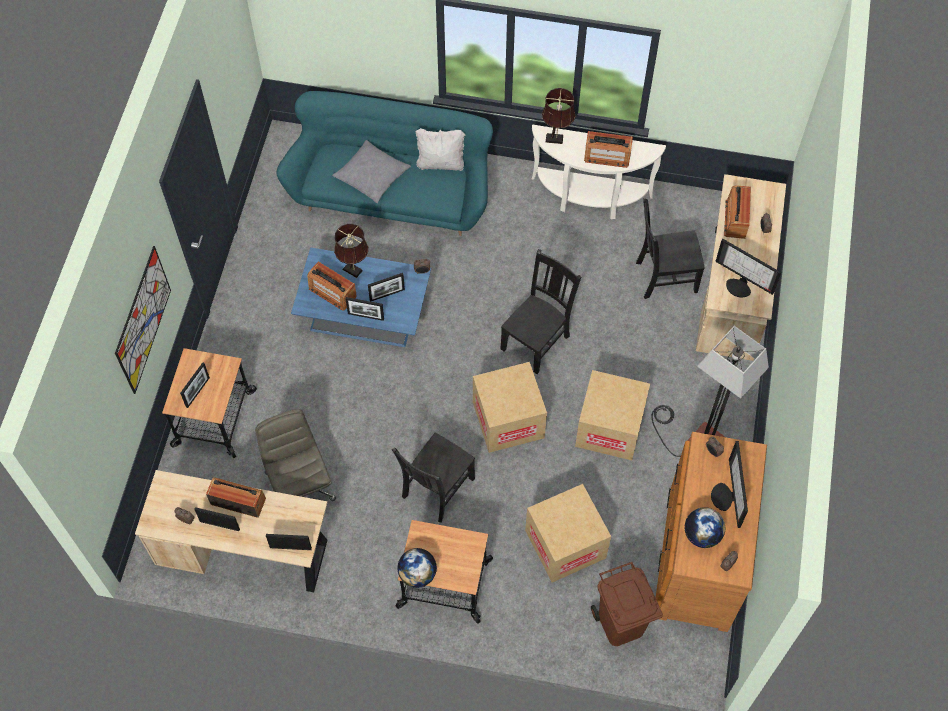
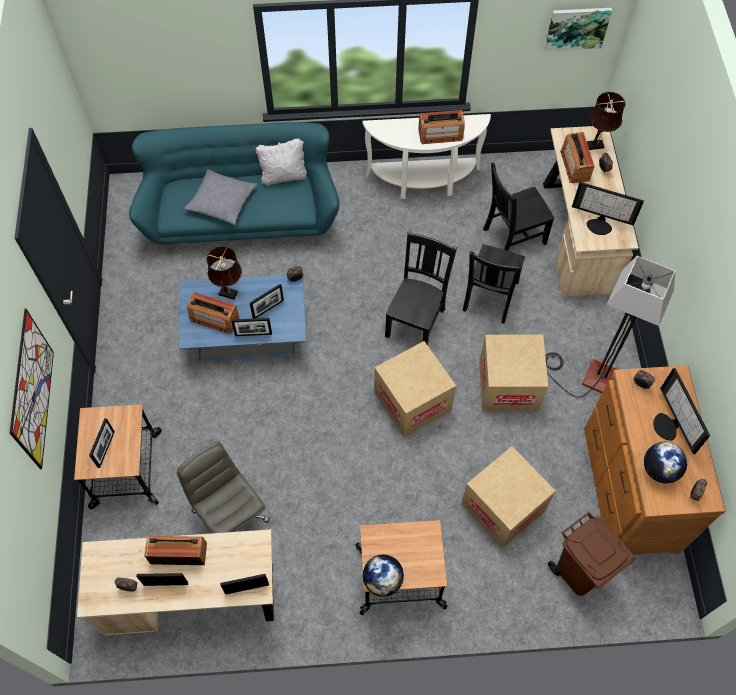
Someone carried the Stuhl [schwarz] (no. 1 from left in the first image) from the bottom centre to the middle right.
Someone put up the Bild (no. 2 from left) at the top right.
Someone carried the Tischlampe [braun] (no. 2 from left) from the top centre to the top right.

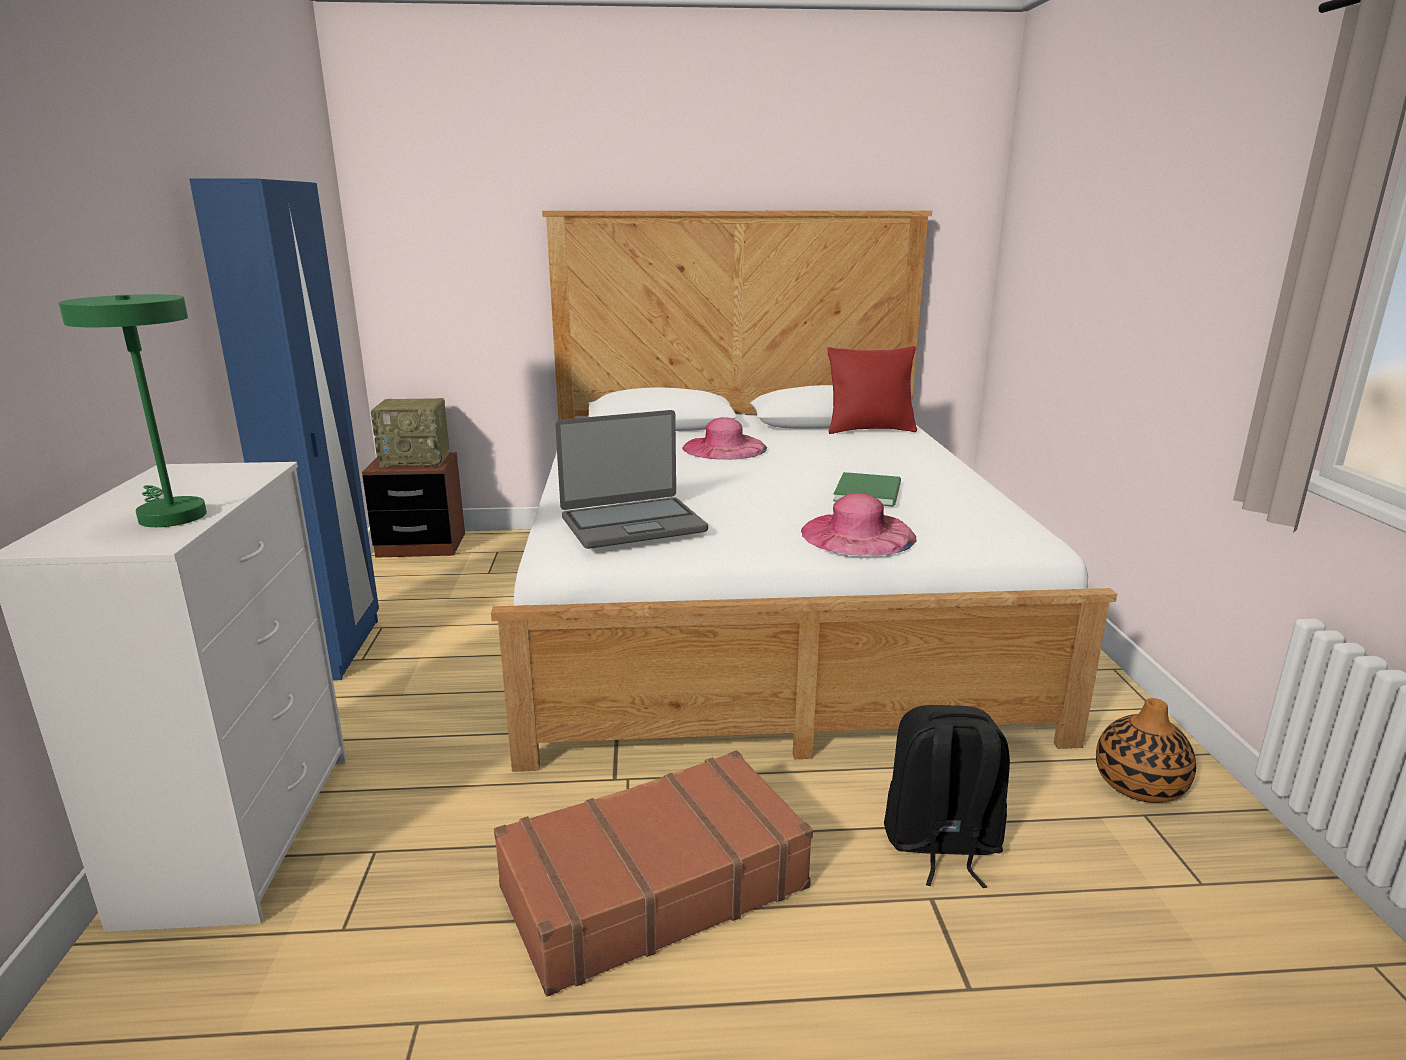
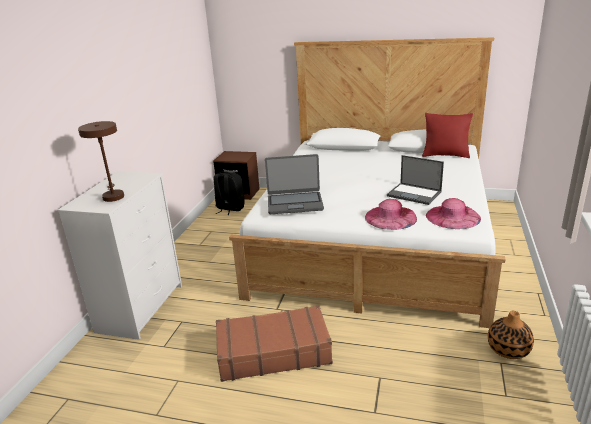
Someone repainted the Tischlampe [grün] at the middle left, which became the Tischlampe [braun] at the middle left.
Someone carried the Rucksack [schwarz] from the bottom right to the centre.
Someone swapped the Buch [grün] at the centre for the Laptop (no. 2 from left) at the middle right.
Someone carried the Hut [rosa] (no. 1 from left in the first image) from the centre to the middle right.
Someone took away the Kleiderschrank [blau] at the middle left.
Someone took away the Radio at the middle left.

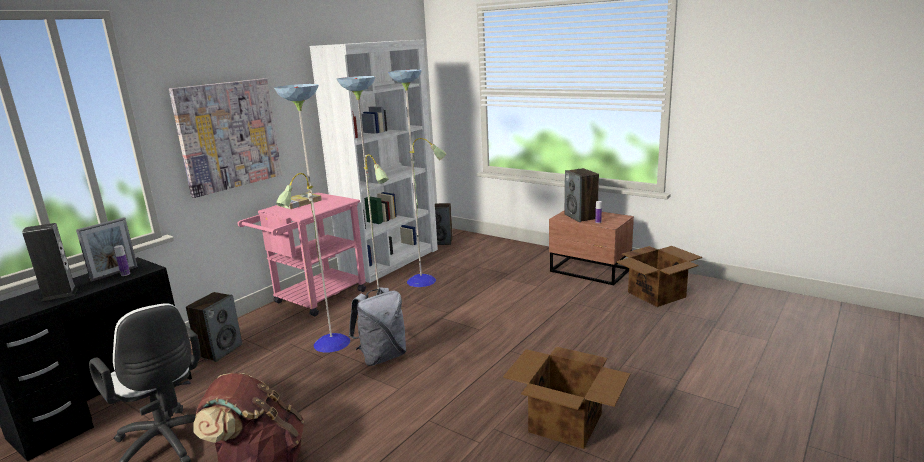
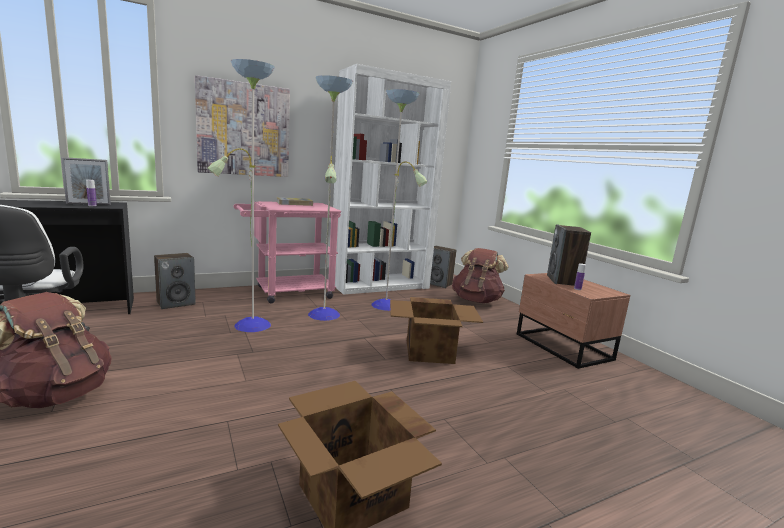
Someone carried the Karton (no. 2 from left) from the middle right to the centre.
Someone put down the Rucksack [braun] (no. 2 from left) at the centre.
Someone took away the Lautsprecher (no. 1 from left) at the middle left.
Someone took away the Rucksack [grau] at the bottom centre.

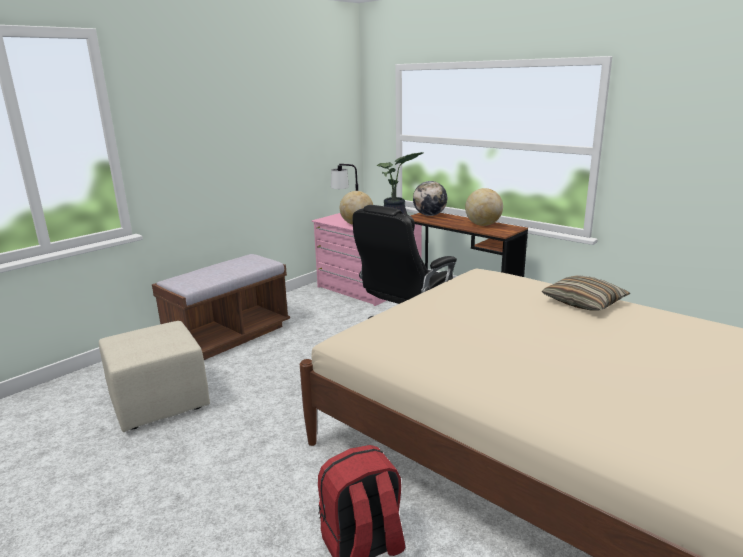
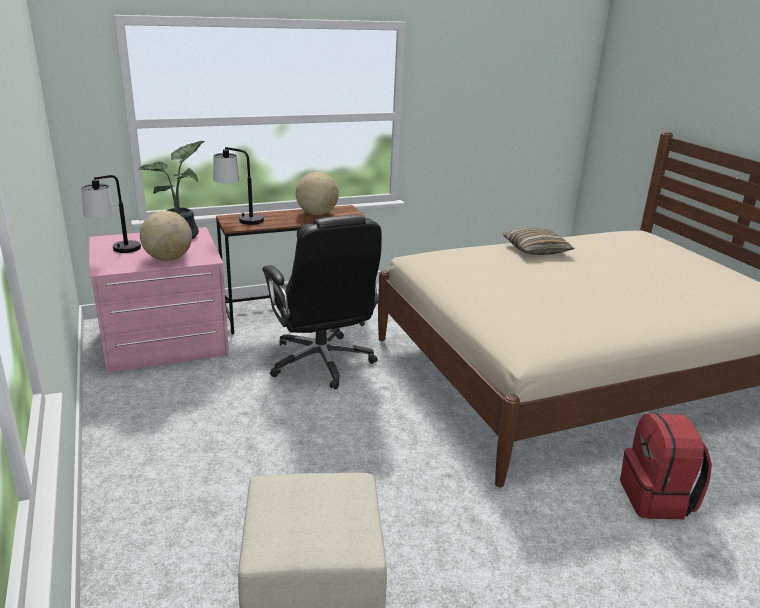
Someone swapped the Globus (no. 2 from left) at the centre for the Tischlampe (no. 2 from left) at the top left.
Someone took away the Bank [braun] at the middle left.

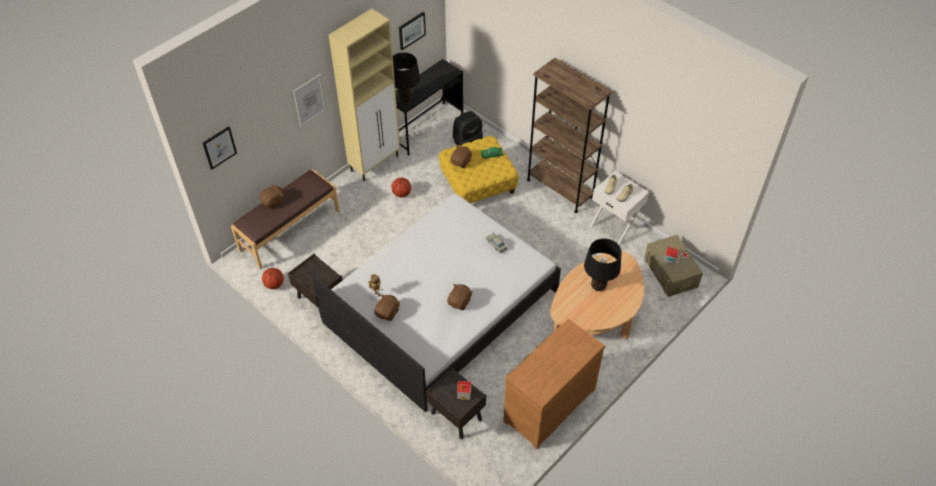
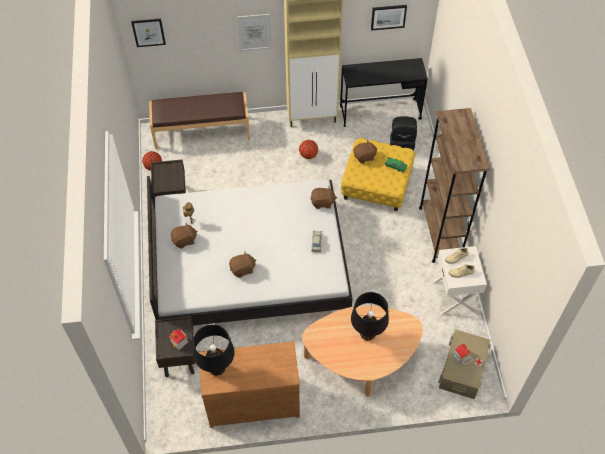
Someone carried the Tischlampe [schwarz] (no. 1 from left) from the top centre to the bottom centre.
Someone carried the Plüschtier [braun] (no. 1 from left in the first image) from the middle left to the centre.

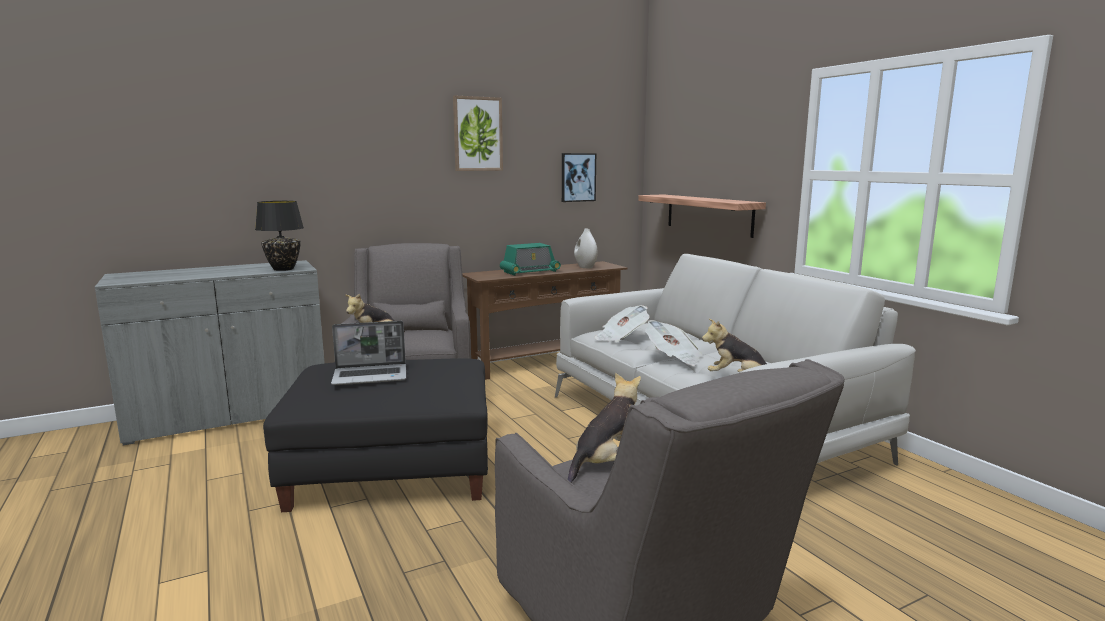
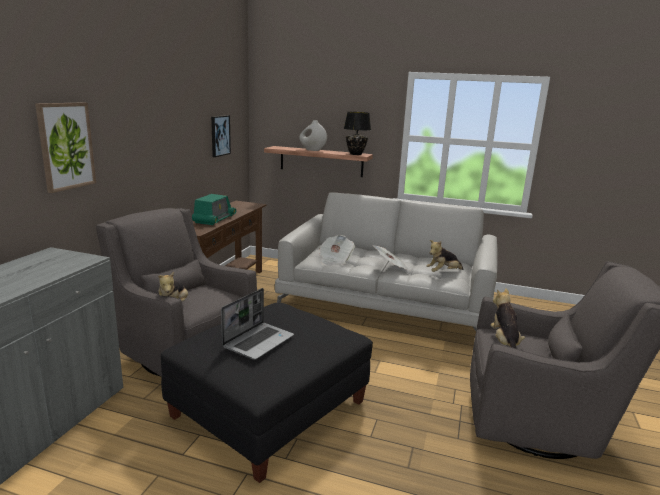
Someone carried the Bild (no. 1 from left) from the top centre to the top left.
Someone carried the Vase [weiß] from the centre to the top centre.
Someone carried the Tischlampe [schwarz] from the middle left to the top centre.

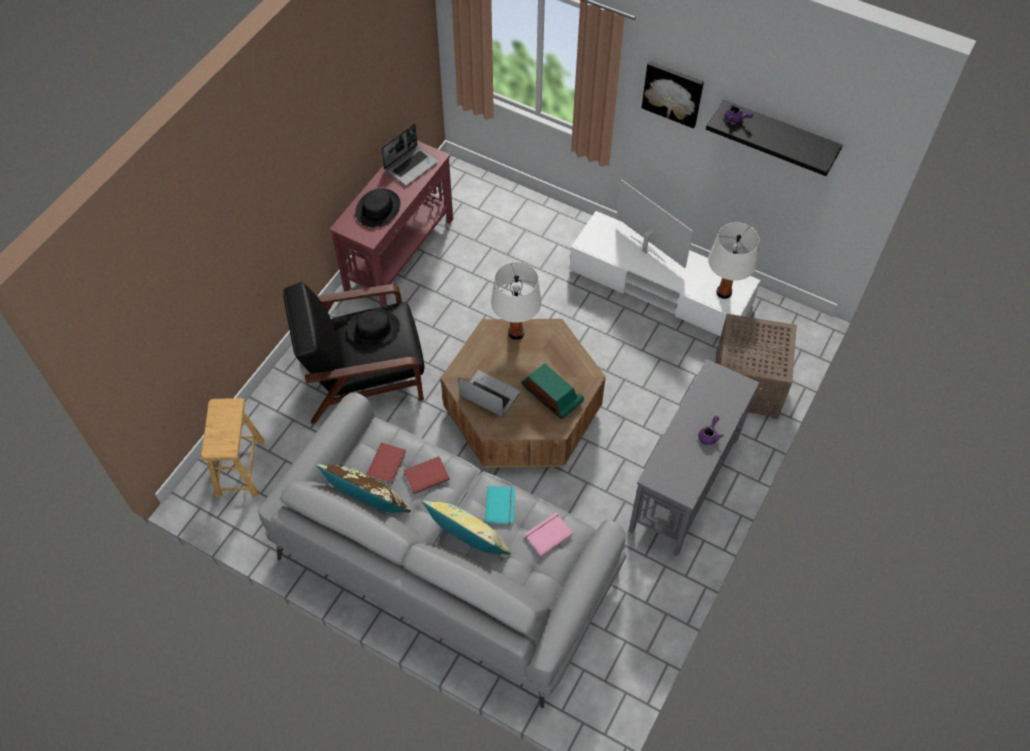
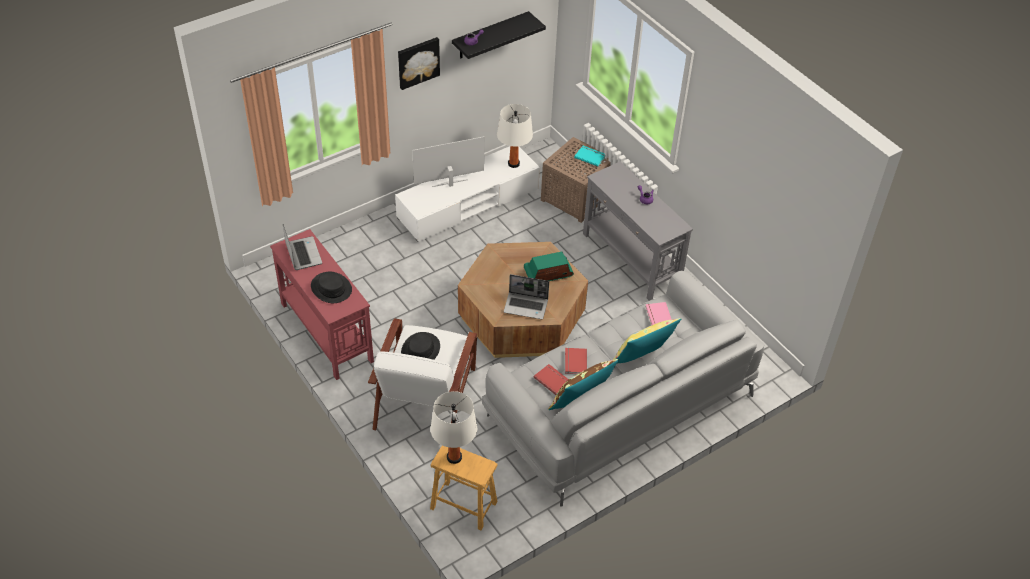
Someone repainted the Sessel [schwarz] at the centre, which became the Sessel [weiß] at the centre.
Someone carried the Tischlampe [weiß] (no. 1 from left) from the centre to the bottom centre.
Someone rotated the Laptop (no. 2 from left) at the centre by 135 degrees counterclockwise.
Someone carried the Buch [türkis] from the bottom centre to the top centre.

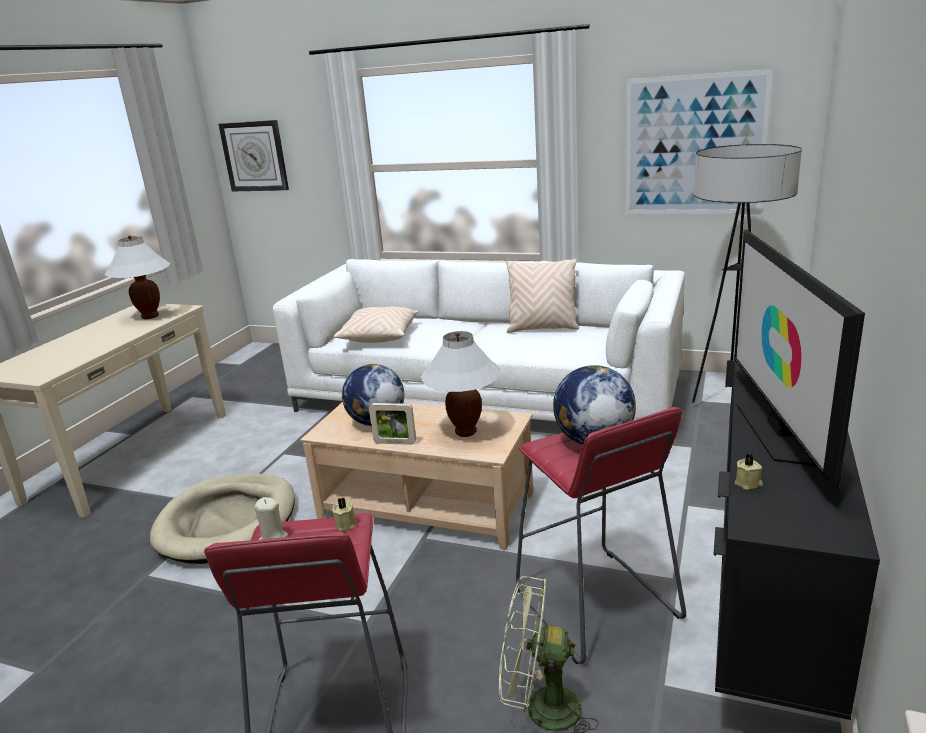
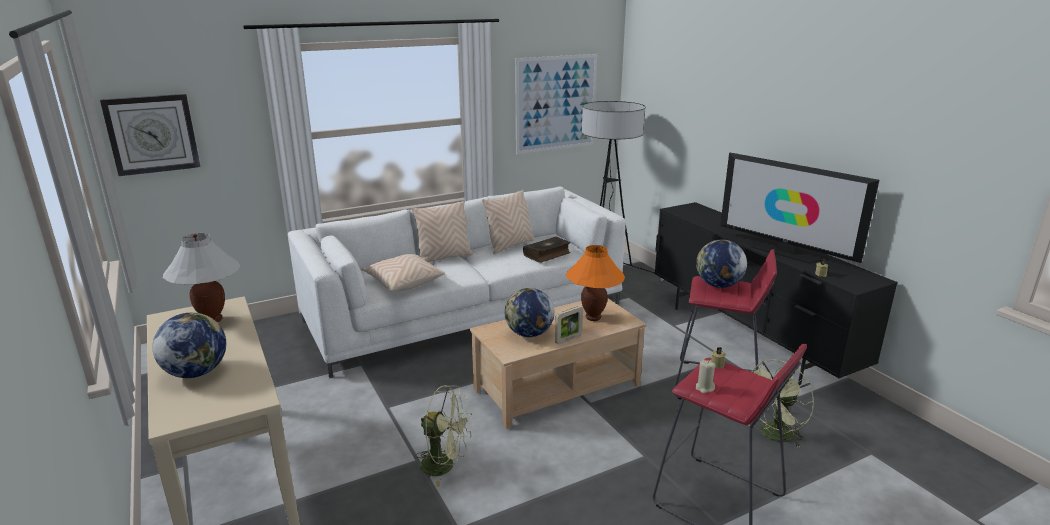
Someone put down the Globus (no. 1 from left) at the middle left.
Someone put down the Kissen [beige] (no. 2 from left) at the centre.
Someone swapped the Hundebett [beige] at the bottom left for the Ventilator [grün] (no. 1 from left) at the bottom centre.
Someone put down the Buch at the centre.
Someone repainted the Tischlampe [weiß] (no. 2 from left) at the centre, which became the Tischlampe [orange] at the centre.

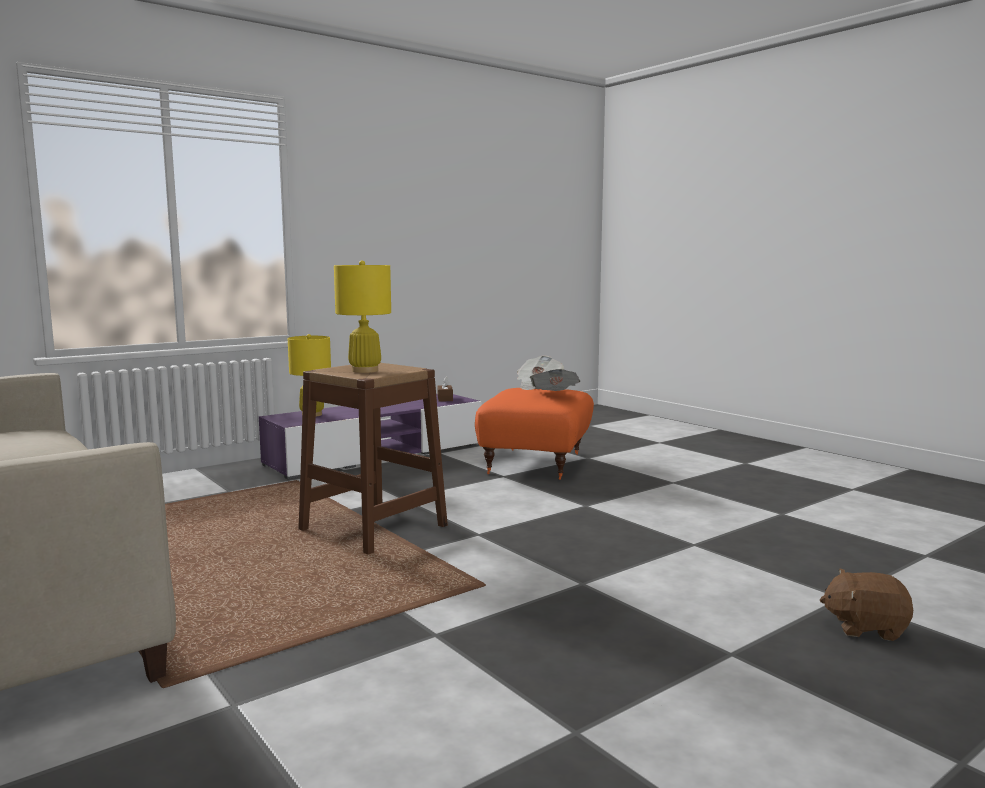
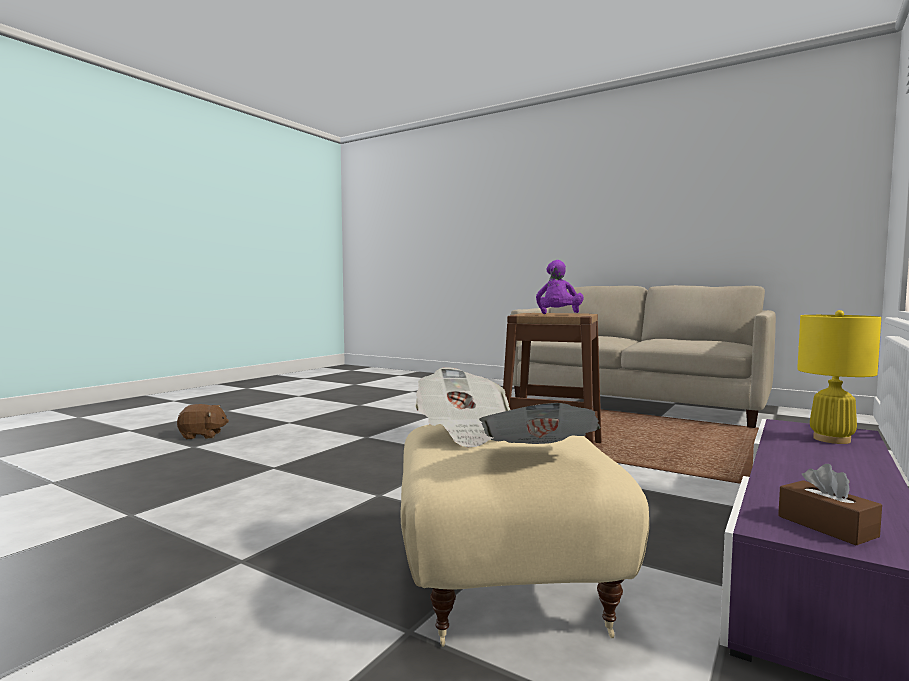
Someone repainted the Polsterhocker [orange] at the centre, which became the Polsterhocker [beige] at the bottom centre.
Someone swapped the Tischlampe [gelb] (no. 2 from left) at the centre for the Plüschtier [lila] at the centre.

